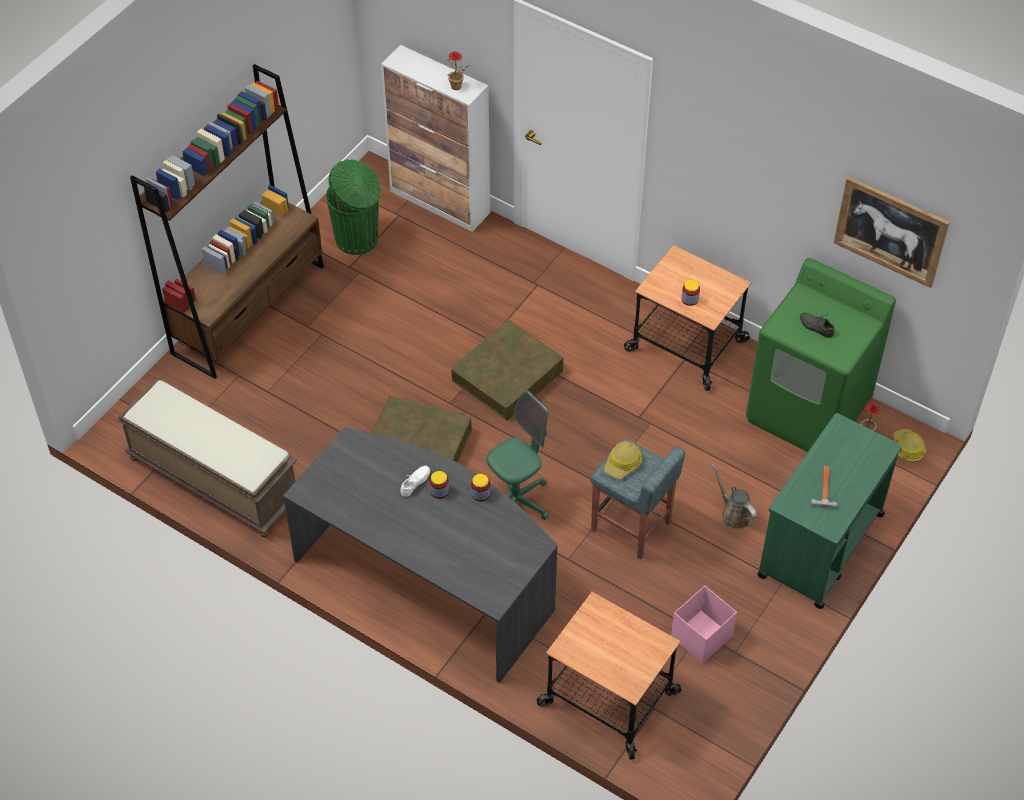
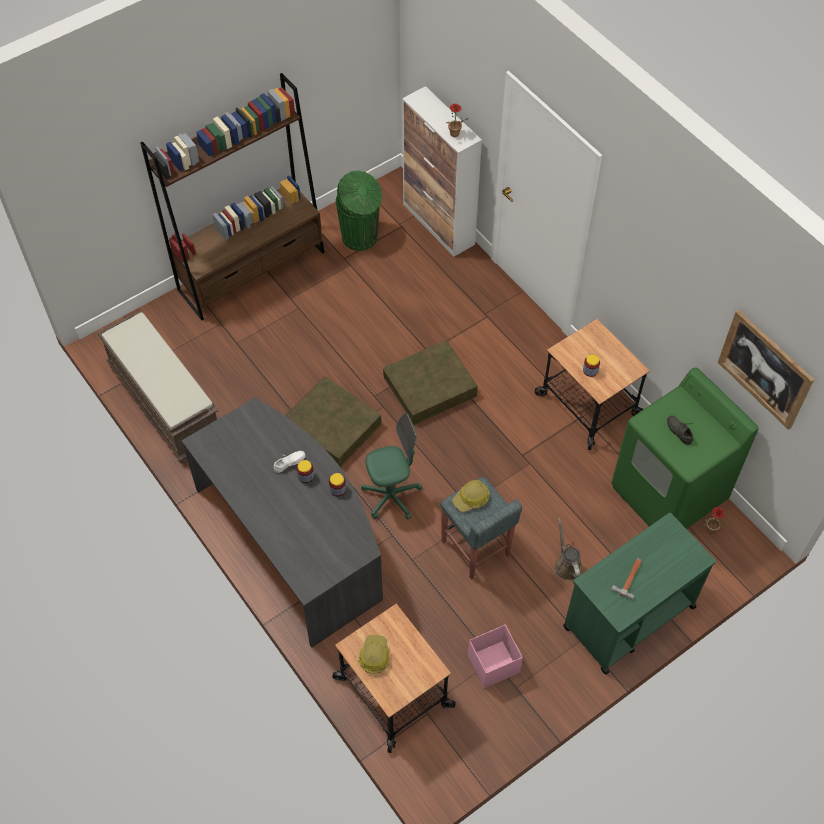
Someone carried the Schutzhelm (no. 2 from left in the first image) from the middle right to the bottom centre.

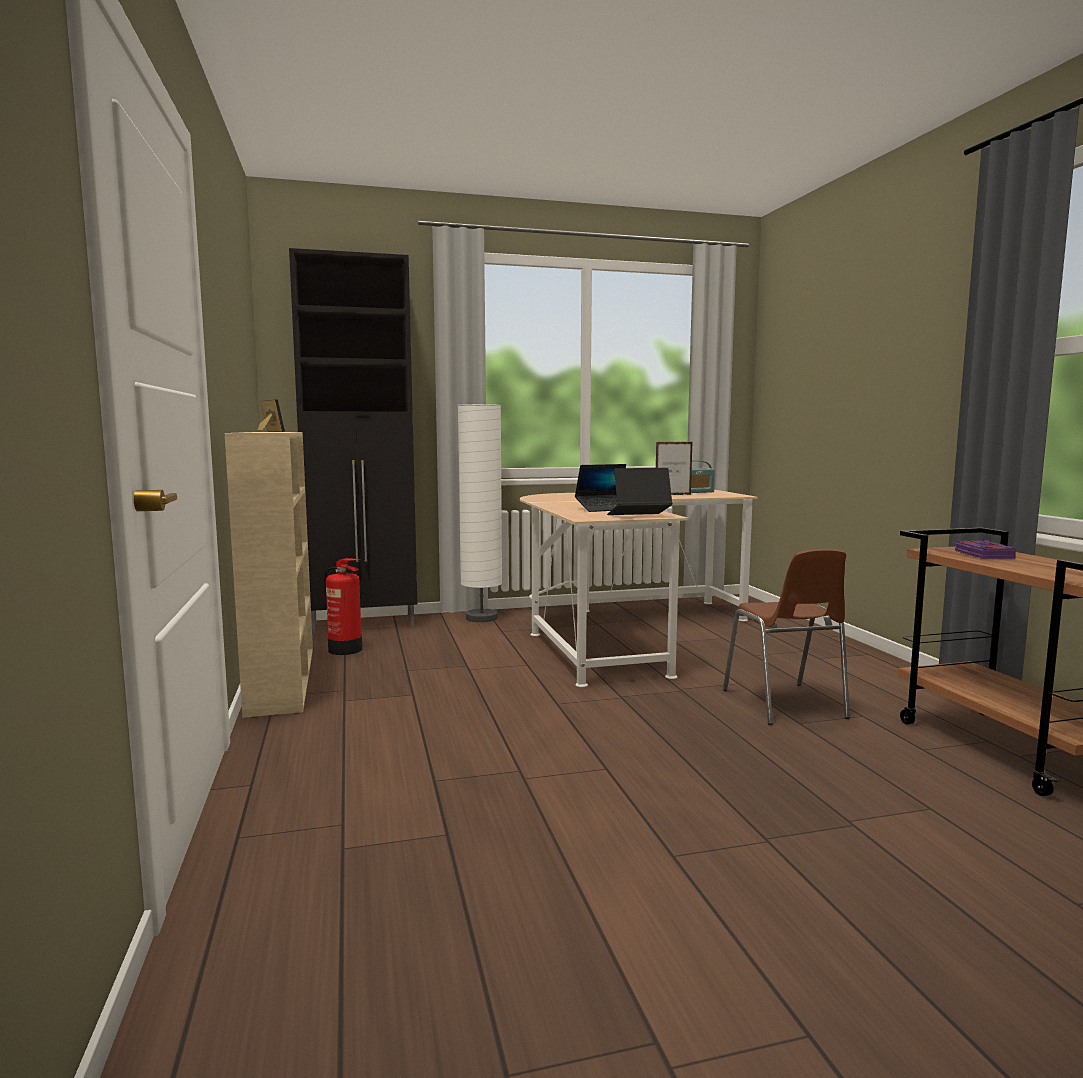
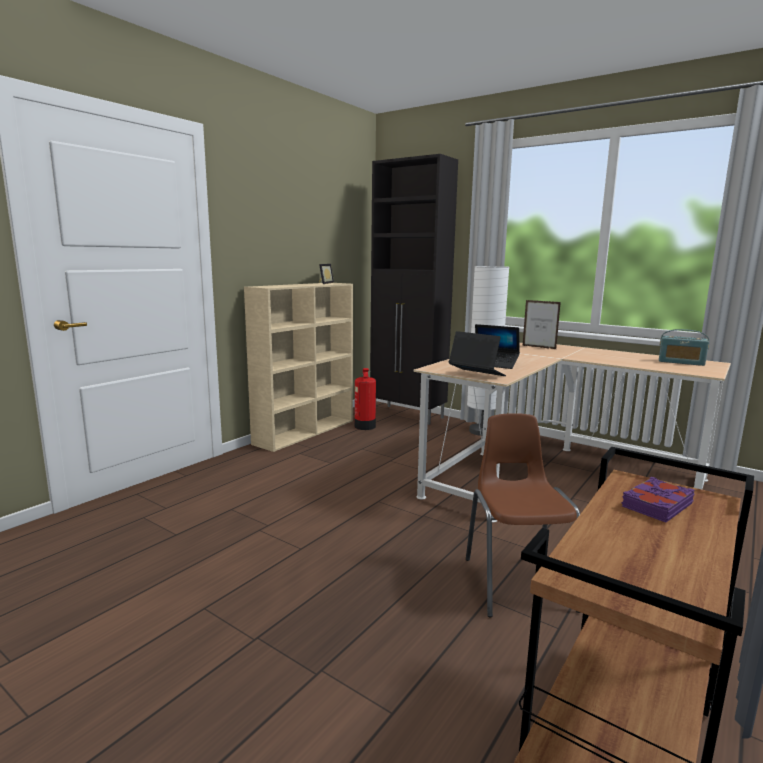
Someone rotated the Stuhl [braun] at the middle right by 135 degrees clockwise.
Someone carried the Bilderrahmen (no. 2 from left) from the centre to the middle right.

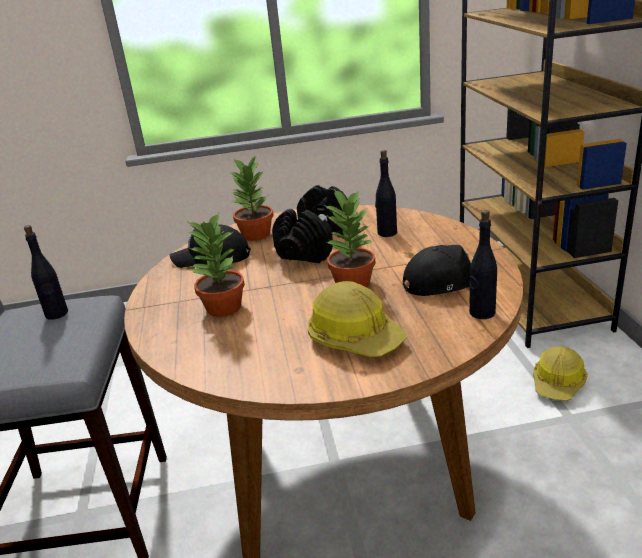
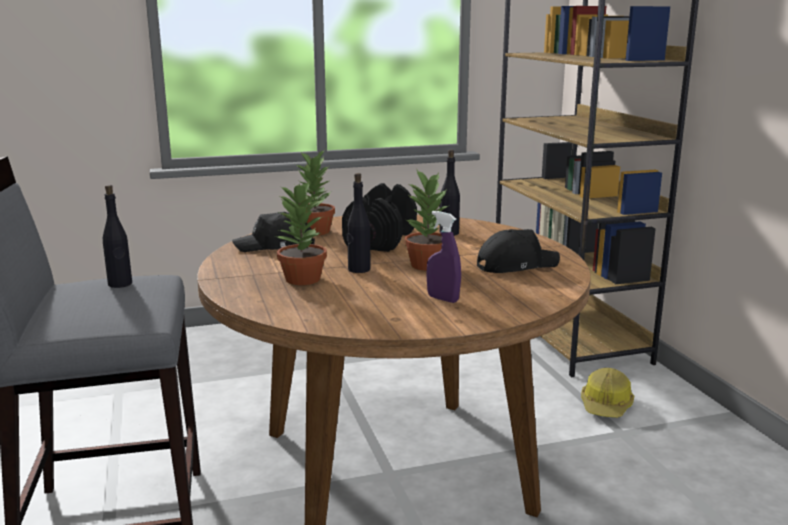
Someone carried the Flasche [schwarz] (no. 3 from left in the first image) from the middle right to the centre.
Someone swapped the Schutzhelm (no. 1 from left) at the centre for the Sprühflasche [lila] at the centre.

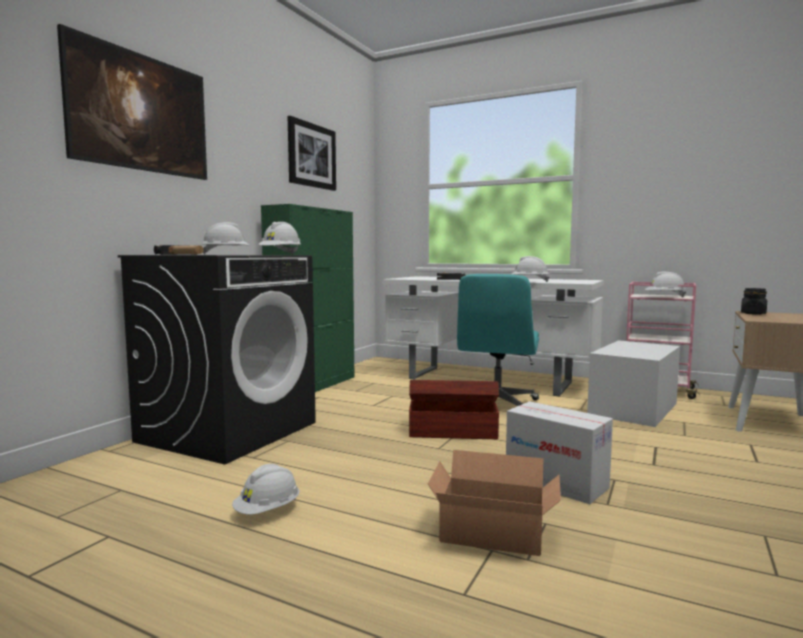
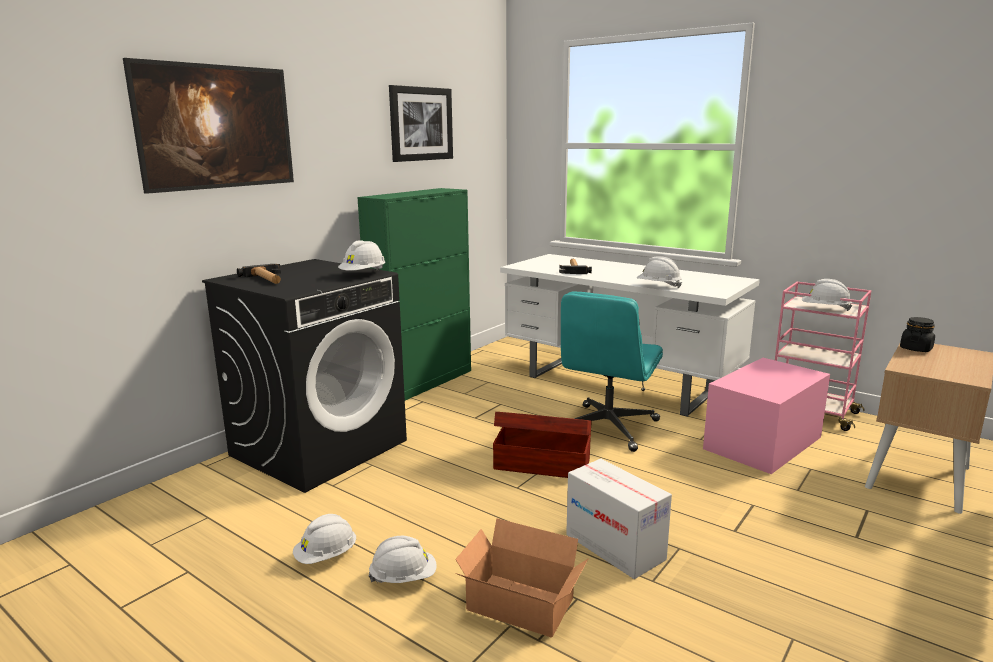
Someone carried the Schutzhelm [weiß] (no. 1 from left in the first image) from the middle left to the bottom centre.
Someone repainted the Aufbewahrungsbox [weiß] at the middle right, which became the Aufbewahrungsbox [rosa] at the middle right.

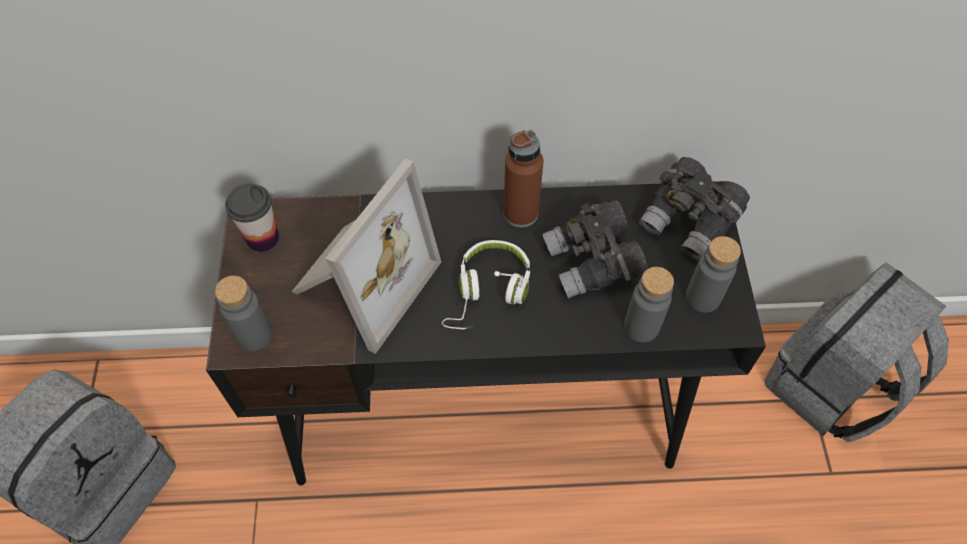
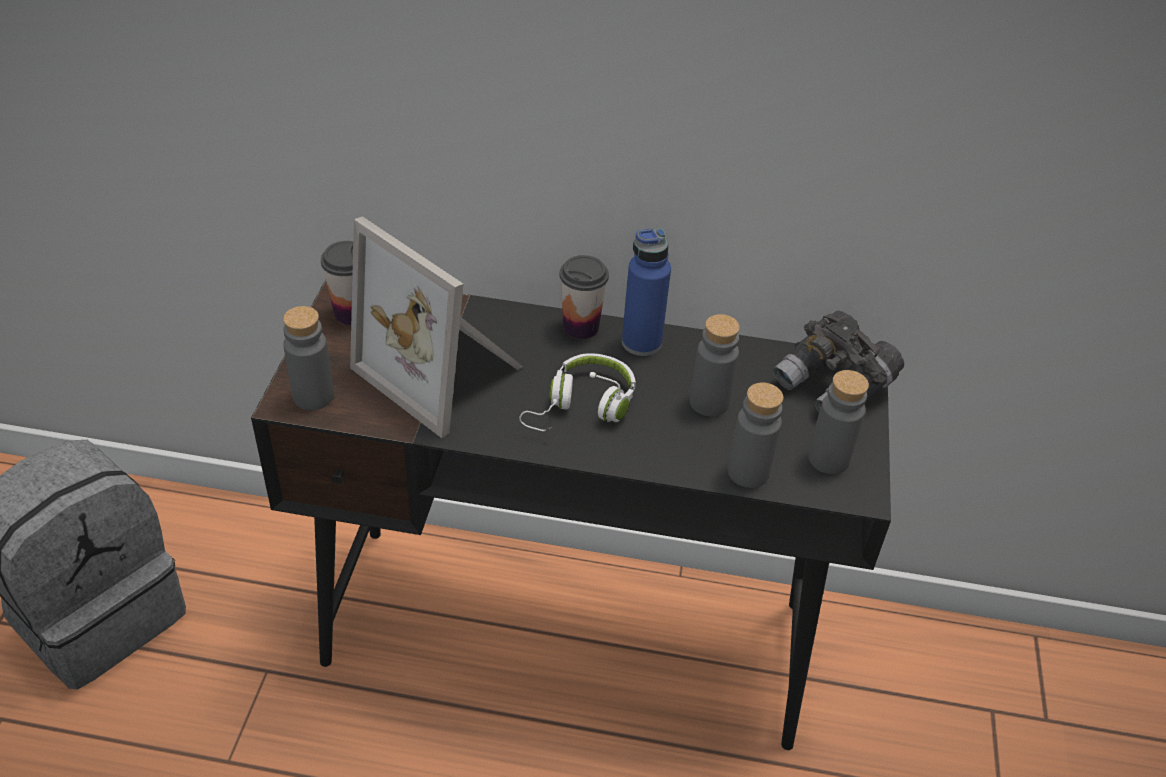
Someone rotated the Bilderrahmen at the centre by 90 degrees clockwise.
Someone put down the Tasse (no. 2 from left) at the centre.
Someone repainted the Flasche [braun] at the top centre, which became the Flasche [blau] at the centre.
Someone swapped the Fernglas [grau] (no. 1 from left) at the centre for the Flasche [grau] (no. 2 from left) at the centre.
Someone took away the Rucksack [grau] (no. 2 from left) at the middle right.

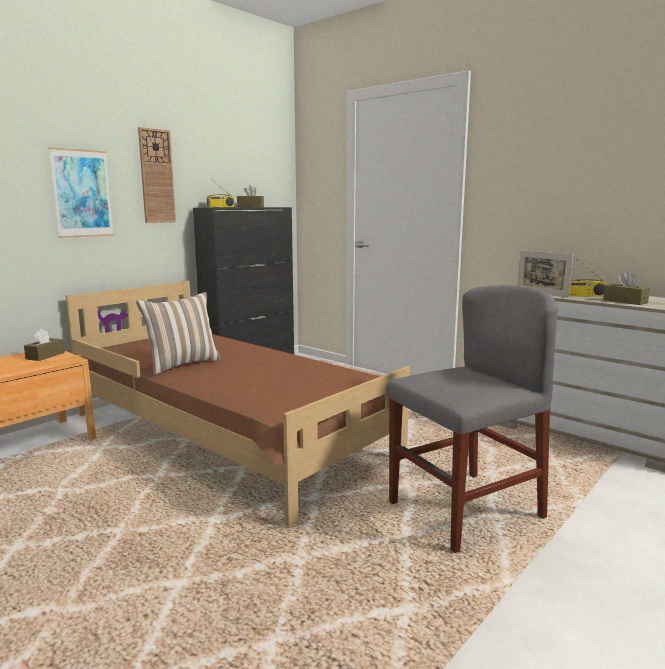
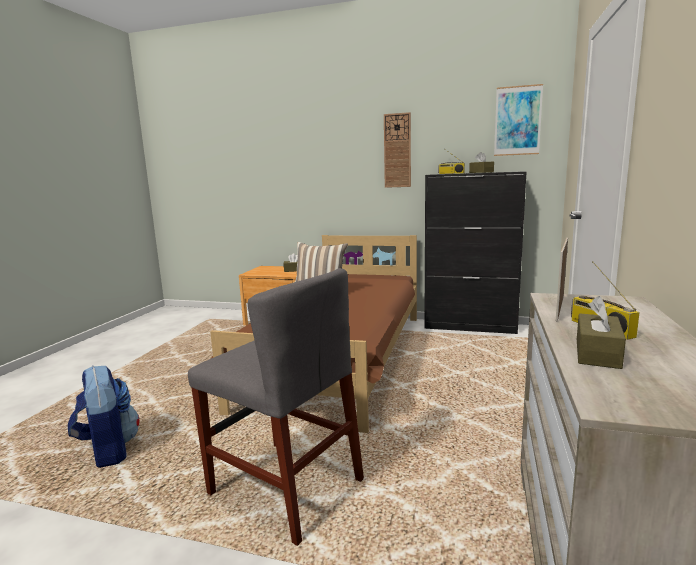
Someone put down the Rucksack at the bottom left.
Someone carried the Bild from the top left to the top right.

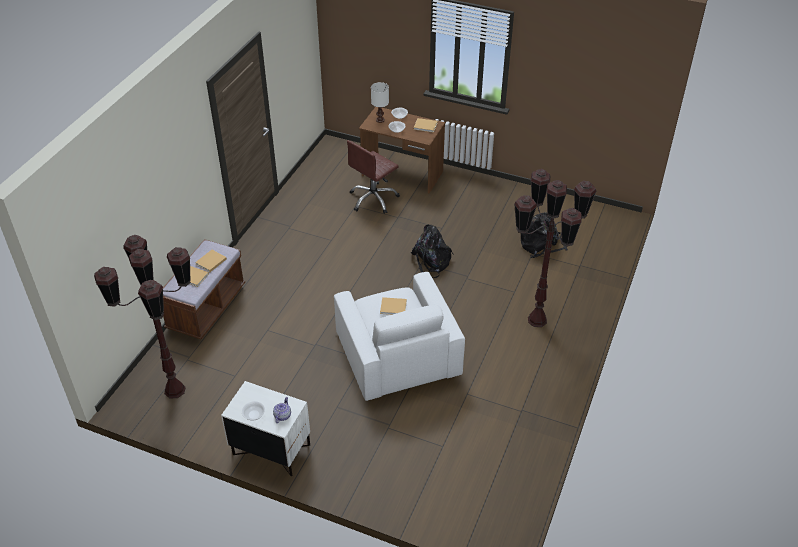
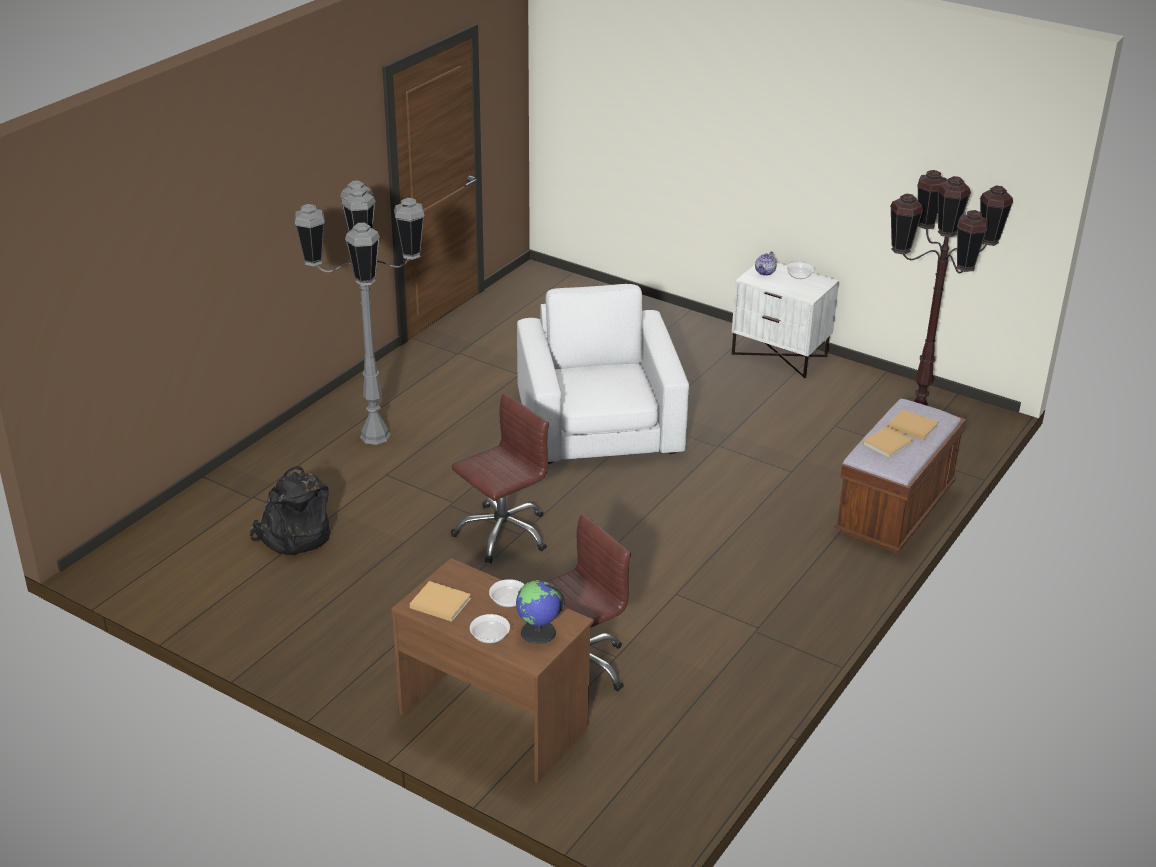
Someone repainted the Stehlampe [braun] (no. 2 from left) at the middle right, which became the Stehlampe [grau] at the middle left.
Someone swapped the Rucksack [schwarz] (no. 1 from left) at the centre for the Bürostuhl [braun] (no. 1 from left) at the centre.
Someone swapped the Tischlampe [weiß] at the top centre for the Globus at the bottom centre.
Someone took away the Buch [beige] (no. 3 from left) at the centre.

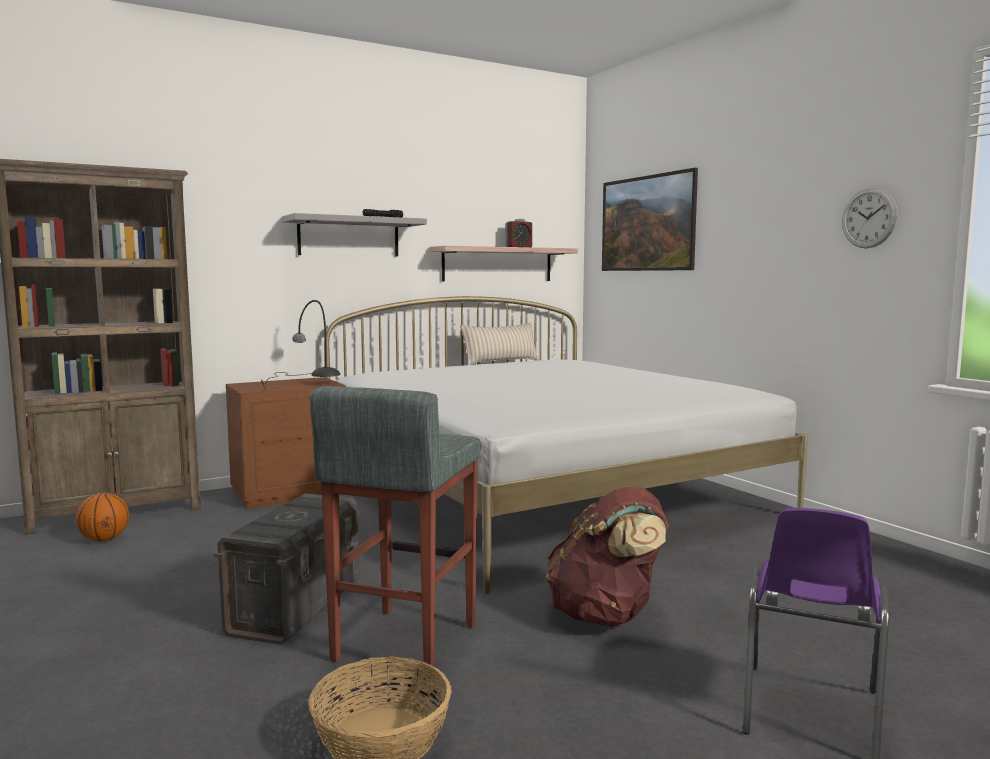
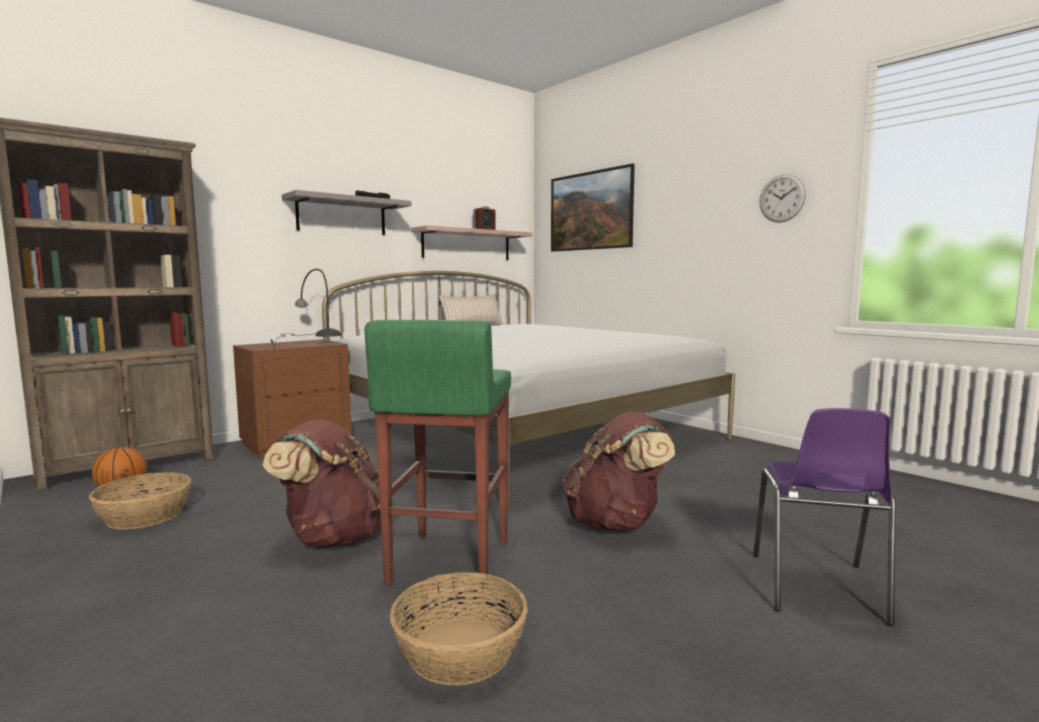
Someone put down the Korb (no. 1 from left) at the bottom left.
Someone swapped the Aufbewahrungsbox [grau] at the bottom left for the Rucksack [braun] (no. 1 from left) at the bottom left.
Someone repainted the Hocker [grau] at the bottom centre, which became the Hocker [grün] at the centre.

